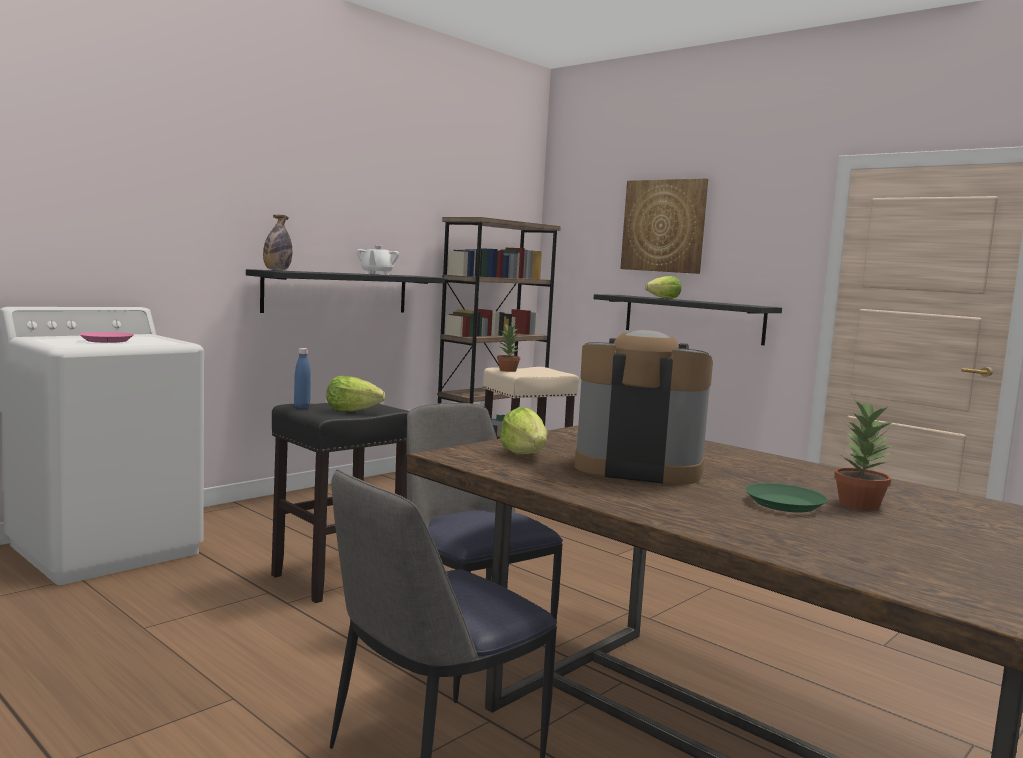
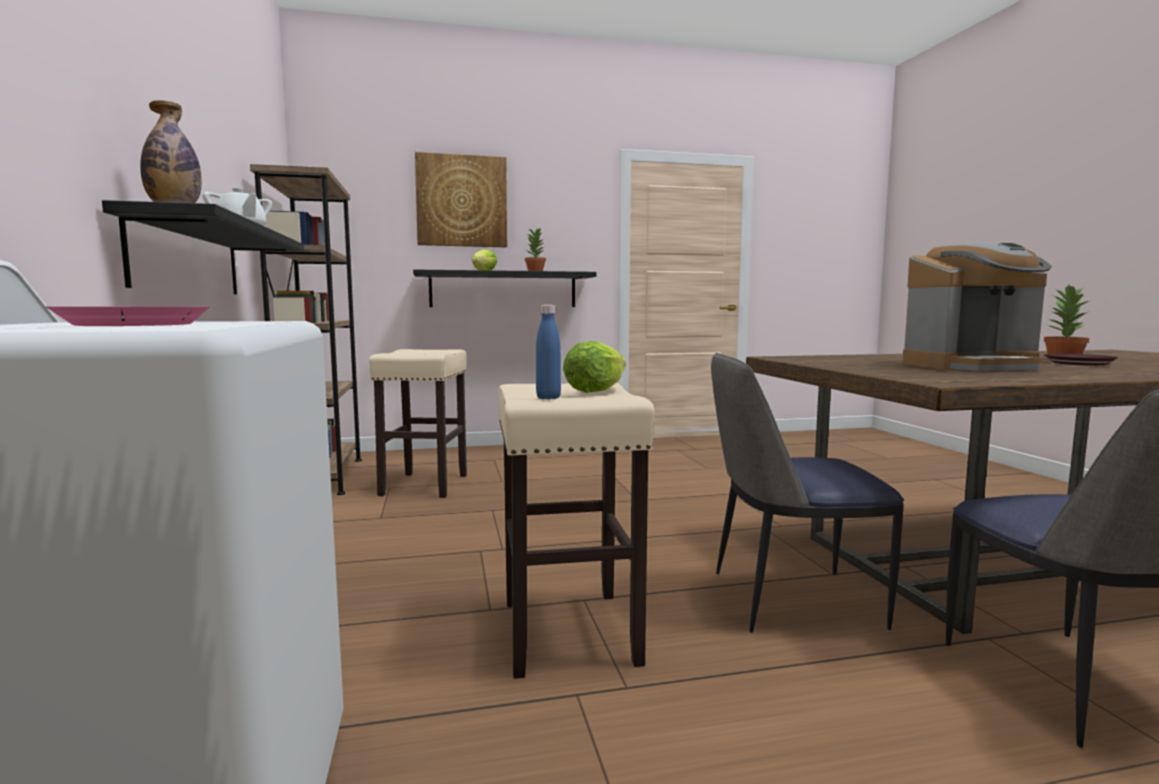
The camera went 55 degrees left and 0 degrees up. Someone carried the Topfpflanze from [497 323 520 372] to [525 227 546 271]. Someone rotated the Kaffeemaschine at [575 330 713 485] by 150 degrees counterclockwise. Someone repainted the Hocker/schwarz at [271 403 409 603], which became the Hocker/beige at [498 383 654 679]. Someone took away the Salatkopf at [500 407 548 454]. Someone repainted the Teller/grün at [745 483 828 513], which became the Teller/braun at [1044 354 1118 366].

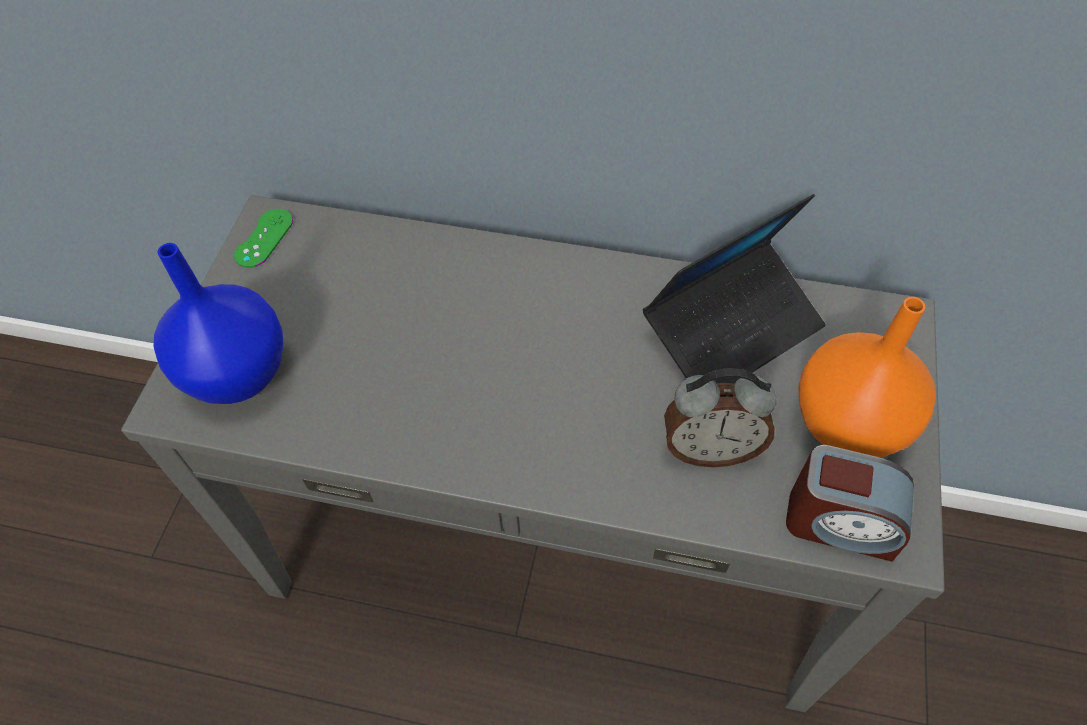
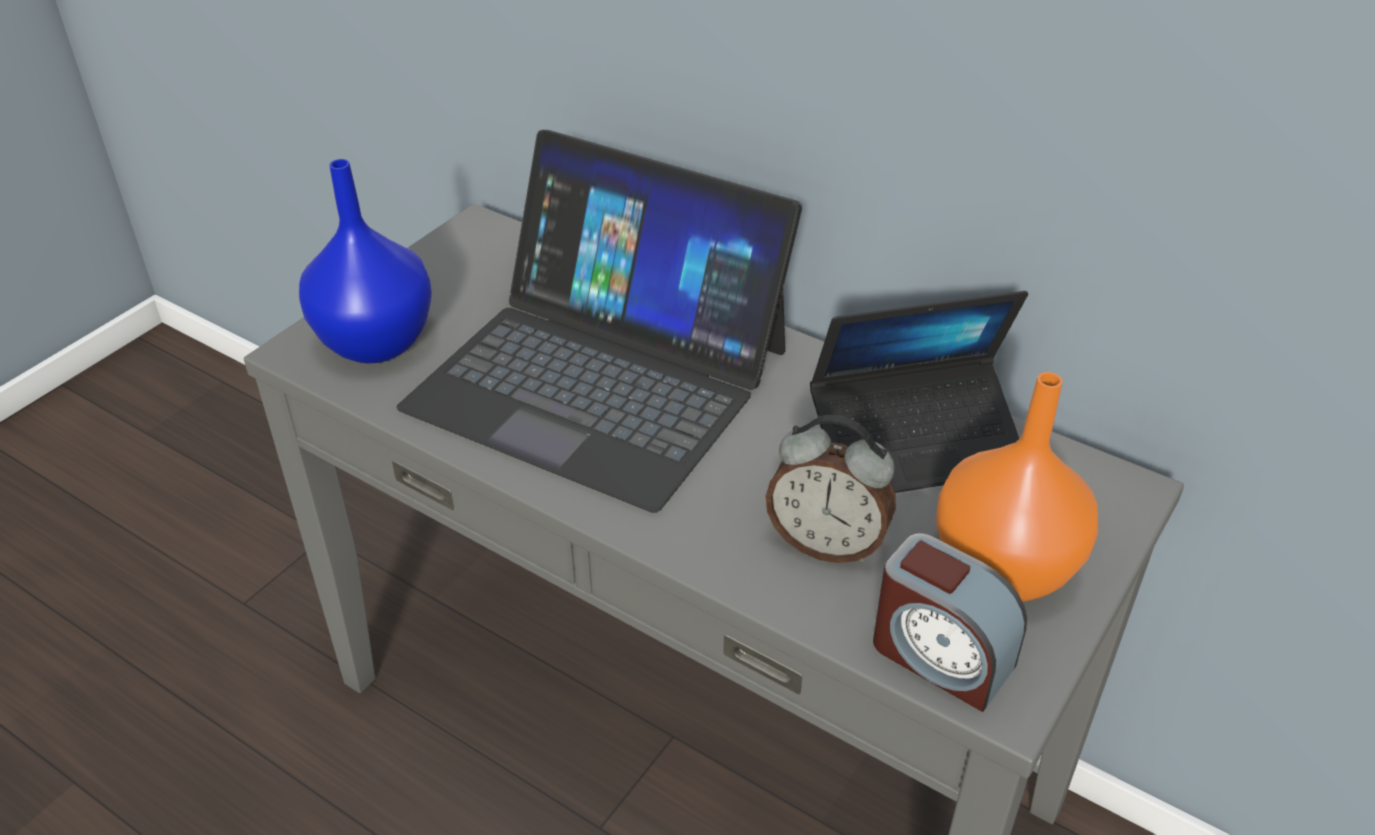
The camera went 20 degrees right and 15 degrees down. Someone took away the Gamepad/grün at [234 209 293 268]. Someone put down the Laptop at [396 130 802 513].

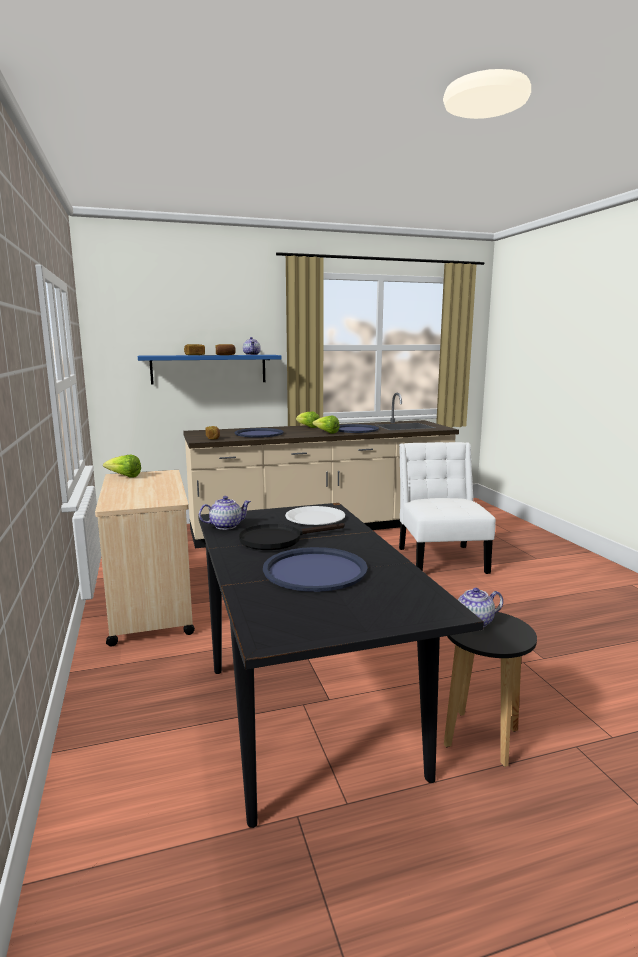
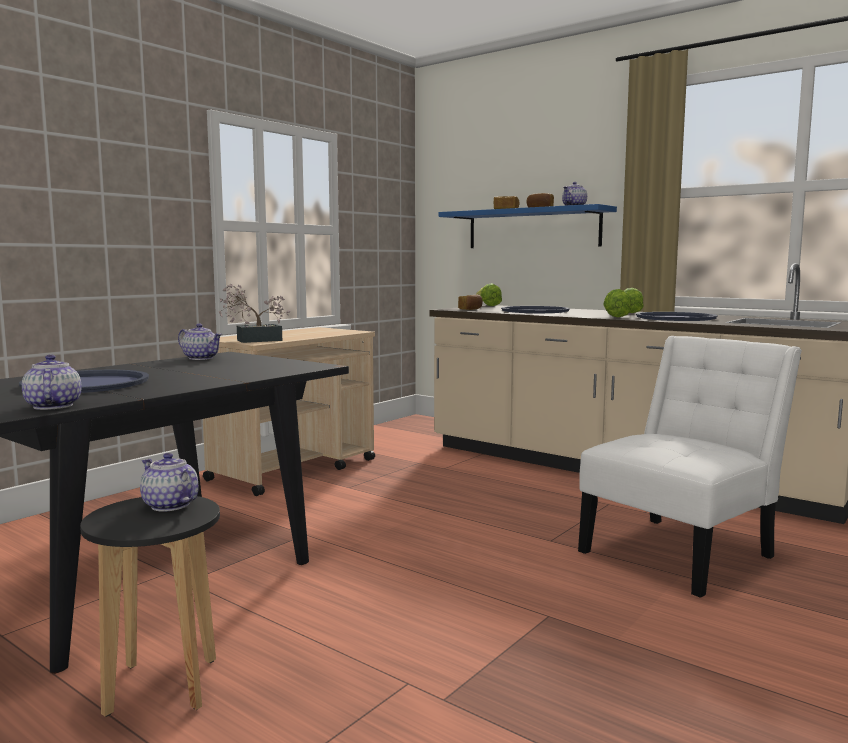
The camera went 55 degrees right and 5 degrees down. Someone carried the Salatkopf from [103 454 141 478] to [476 283 502 306]. Someone took away the Teller/weiß at [285 506 345 525]. Someone took away the Pfanne/schwarz at [239 523 345 550]. Someone put down the Topfpflanze at [219 284 290 343]. Someone put down the Teekanne at [22 355 82 410].

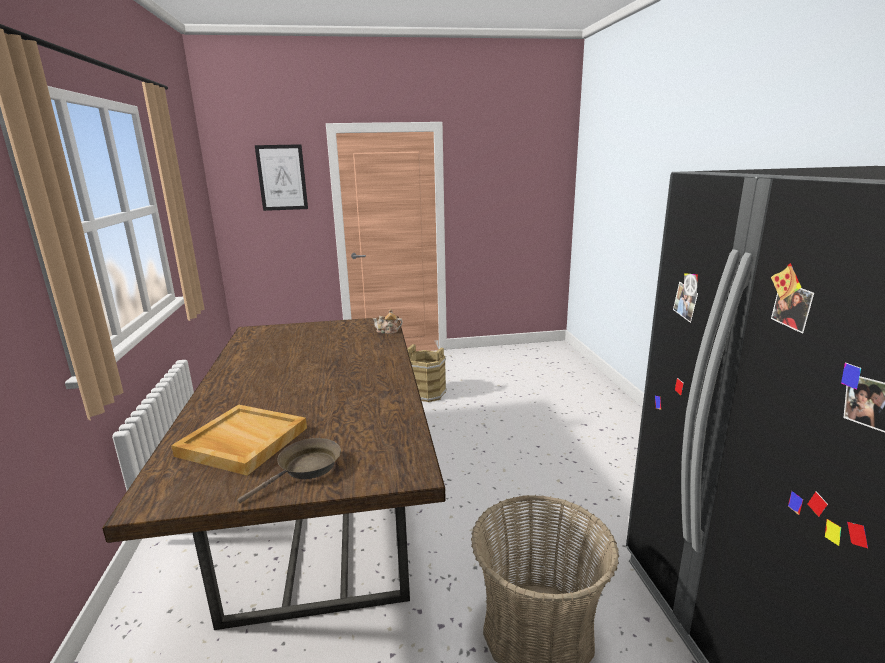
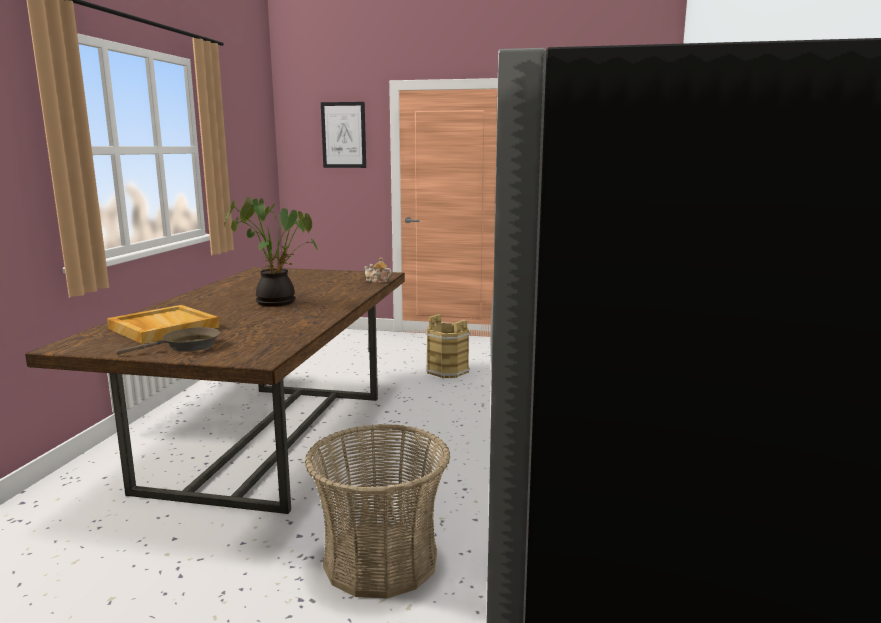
The camera went 20 degrees right and 5 degrees down. Someone put down the Topfpflanze at [224 197 318 307].

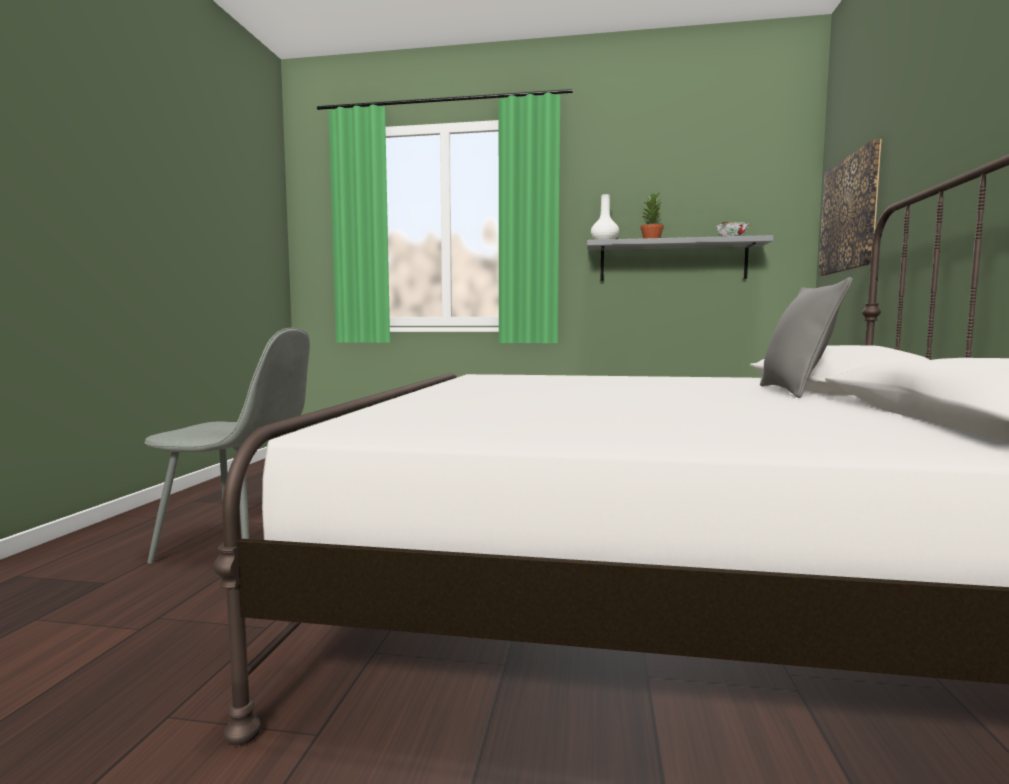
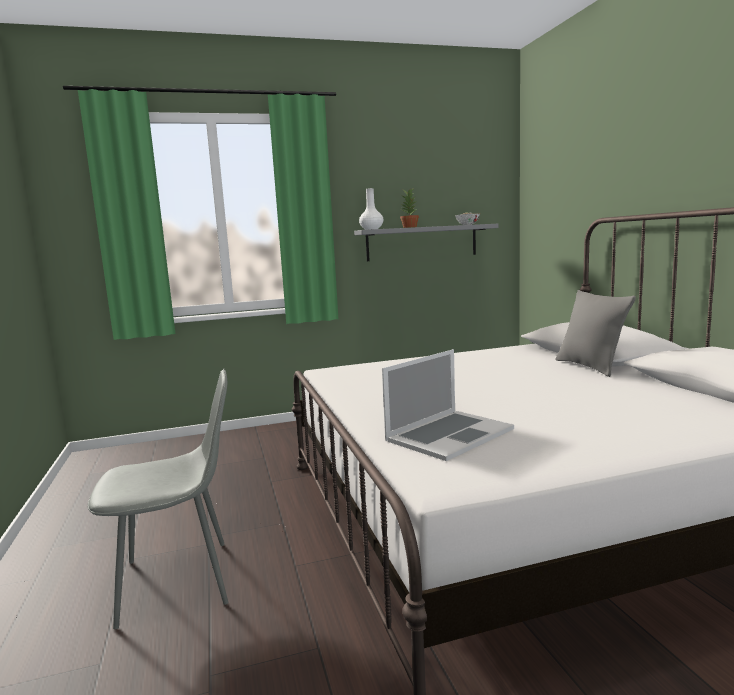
The camera went 25 degrees left and 5 degrees up. Someone took away the Bild at [818 139 882 276]. Someone put down the Laptop at [382 349 514 461].

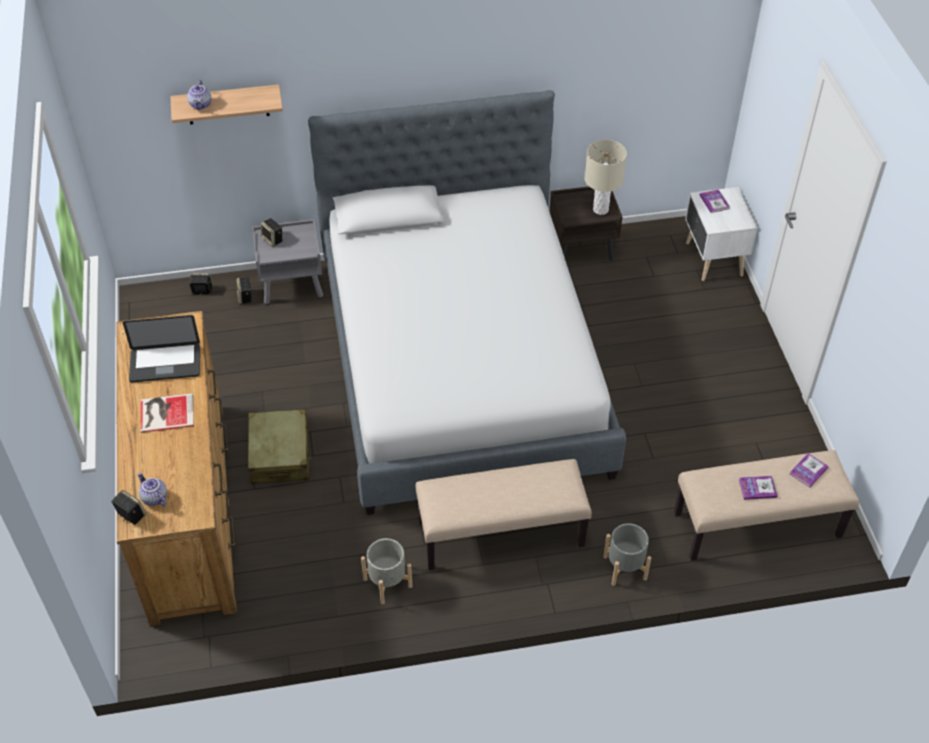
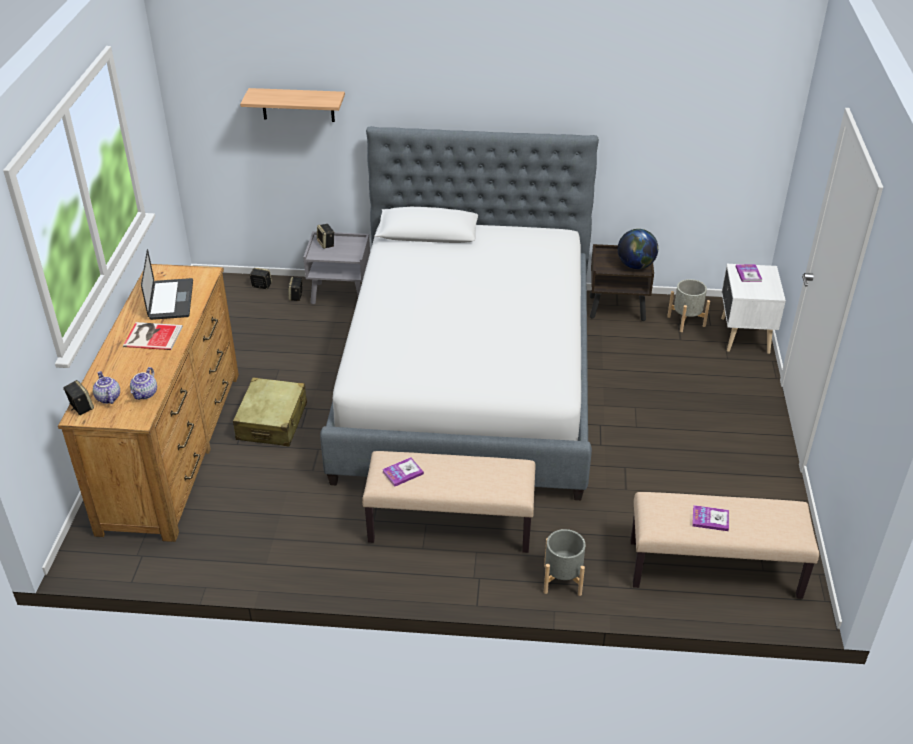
The camera went 15 degrees right and 10 degrees down. Someone carried the Teekanne from [187 80 211 110] to [130 367 157 400]. Someone swapped the Tischlampe/beige at [585 140 627 215] for the Globus at [618 229 658 269]. Someone rotated the Laptop at [123 315 200 382] by 105 degrees counterclockwise. Someone carried the Buch from [790 453 829 487] to [382 457 424 487]. Someone carried the Pflanzkübel/grau from [361 538 412 604] to [667 279 710 332].

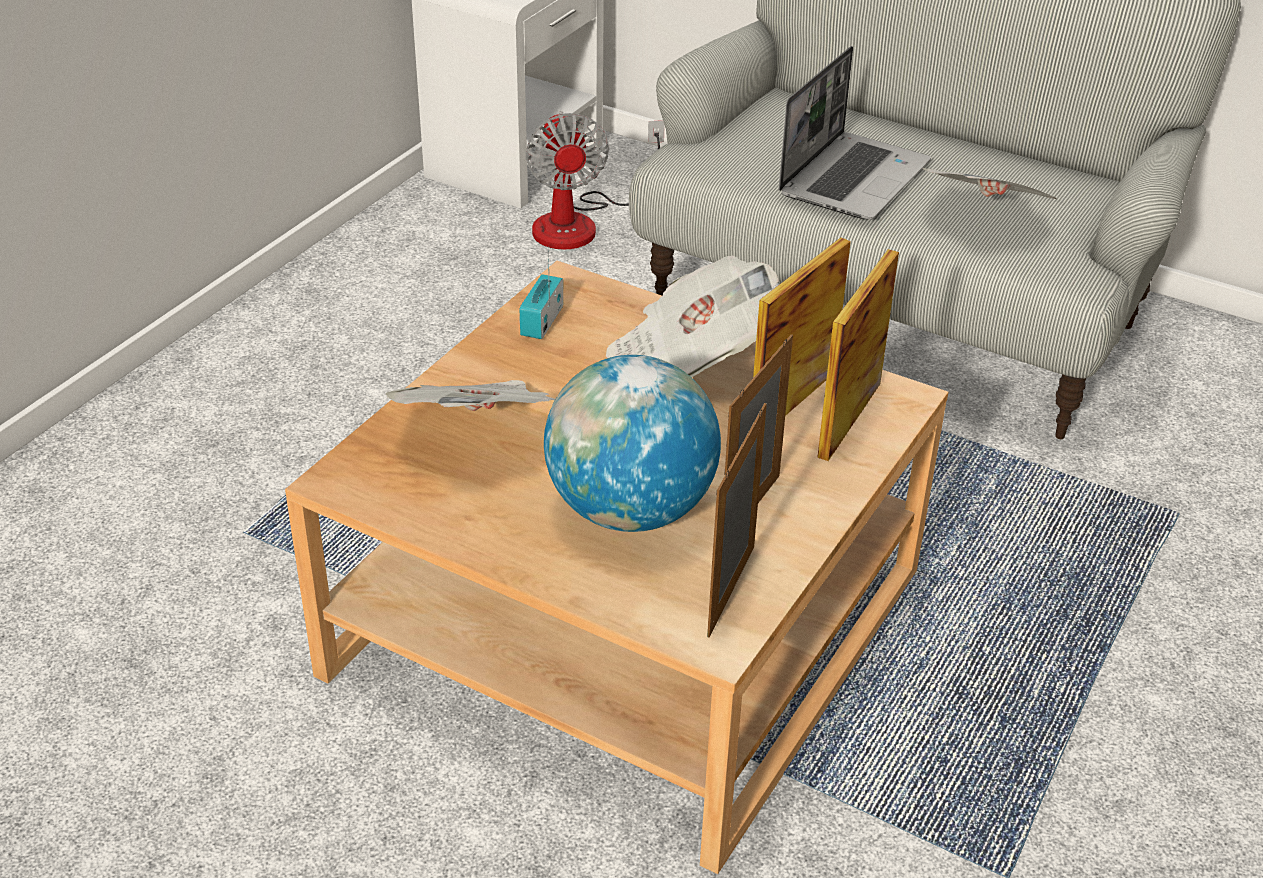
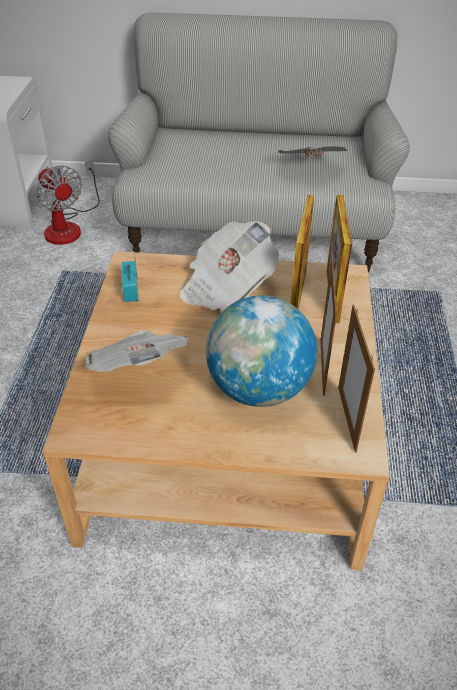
The camera went 25 degrees left and 5 degrees up. Someone took away the Laptop at [778 46 931 219].

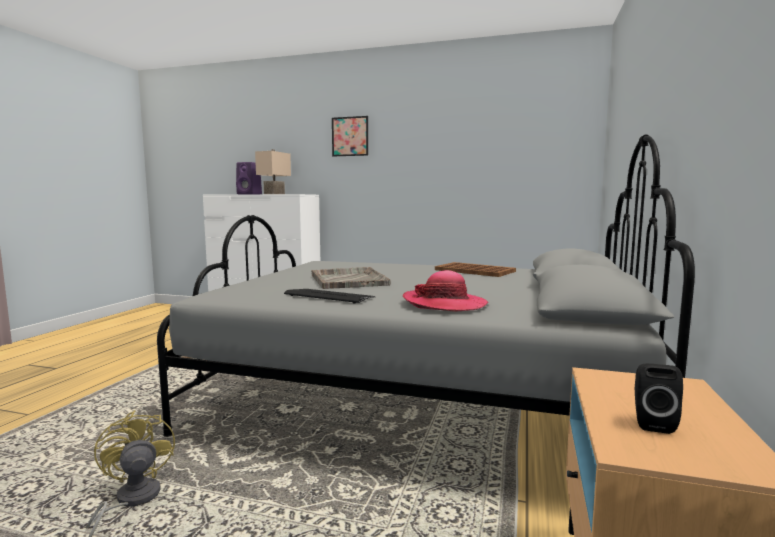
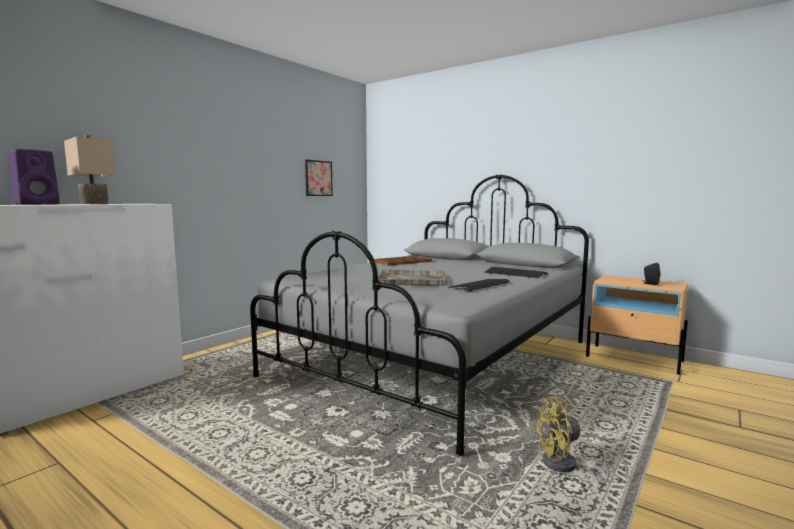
The camera went 70 degrees left and 0 degrees up. Someone carried the Bild from [332 116 368 156] to [305 159 333 196]. Someone swapped the Hut at [403 270 488 312] for the Tastatur at [484 267 547 278].

